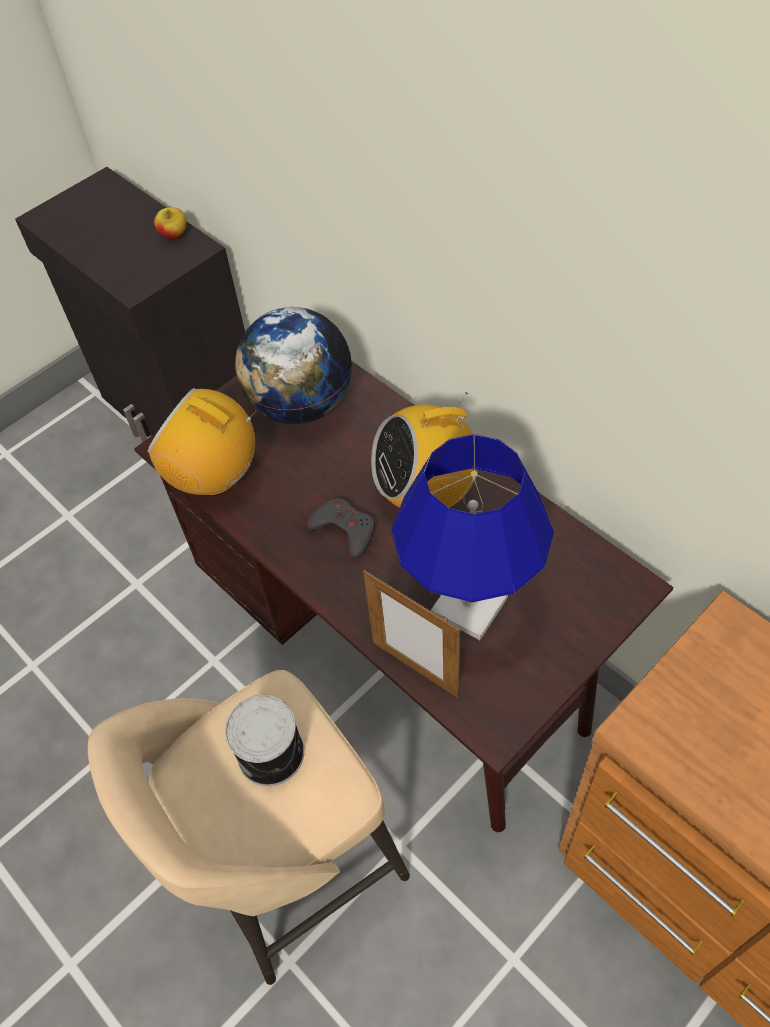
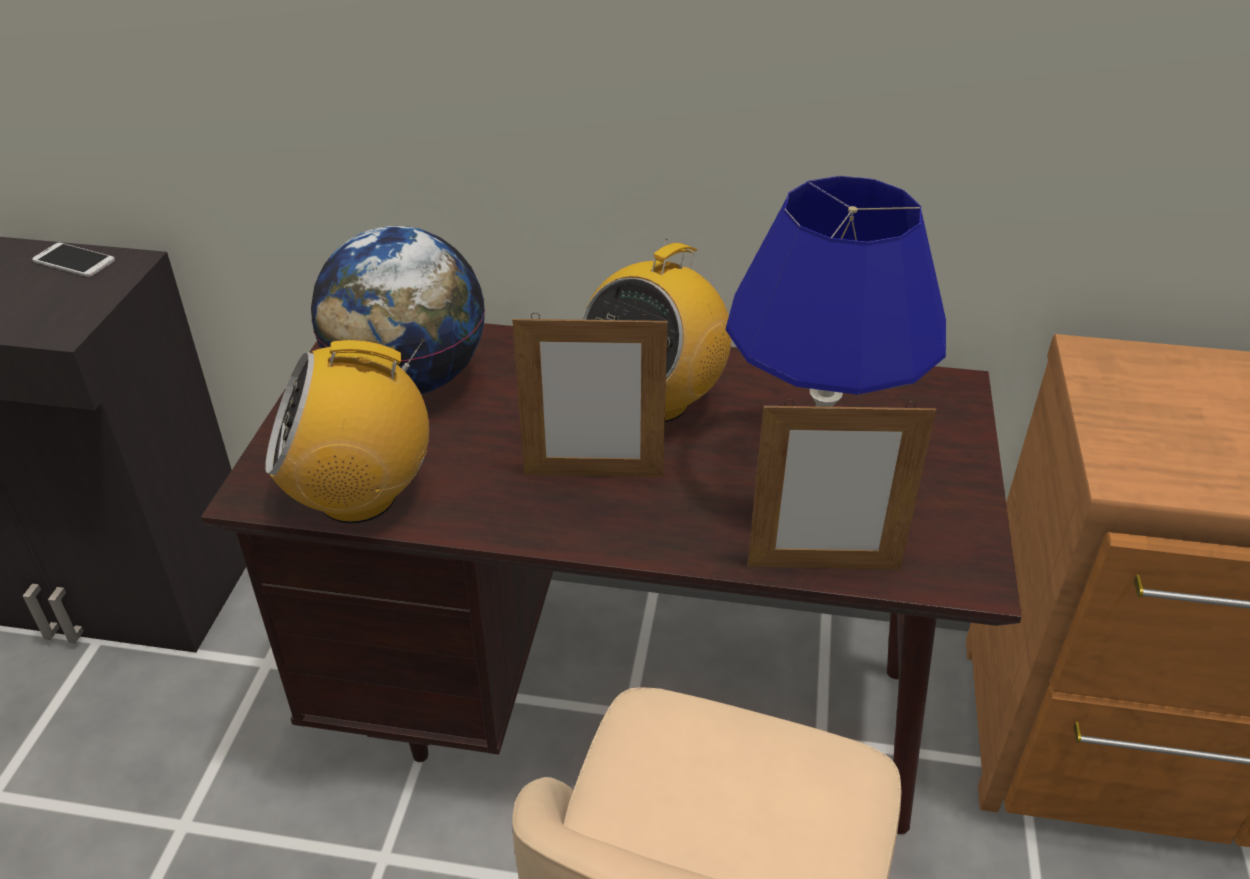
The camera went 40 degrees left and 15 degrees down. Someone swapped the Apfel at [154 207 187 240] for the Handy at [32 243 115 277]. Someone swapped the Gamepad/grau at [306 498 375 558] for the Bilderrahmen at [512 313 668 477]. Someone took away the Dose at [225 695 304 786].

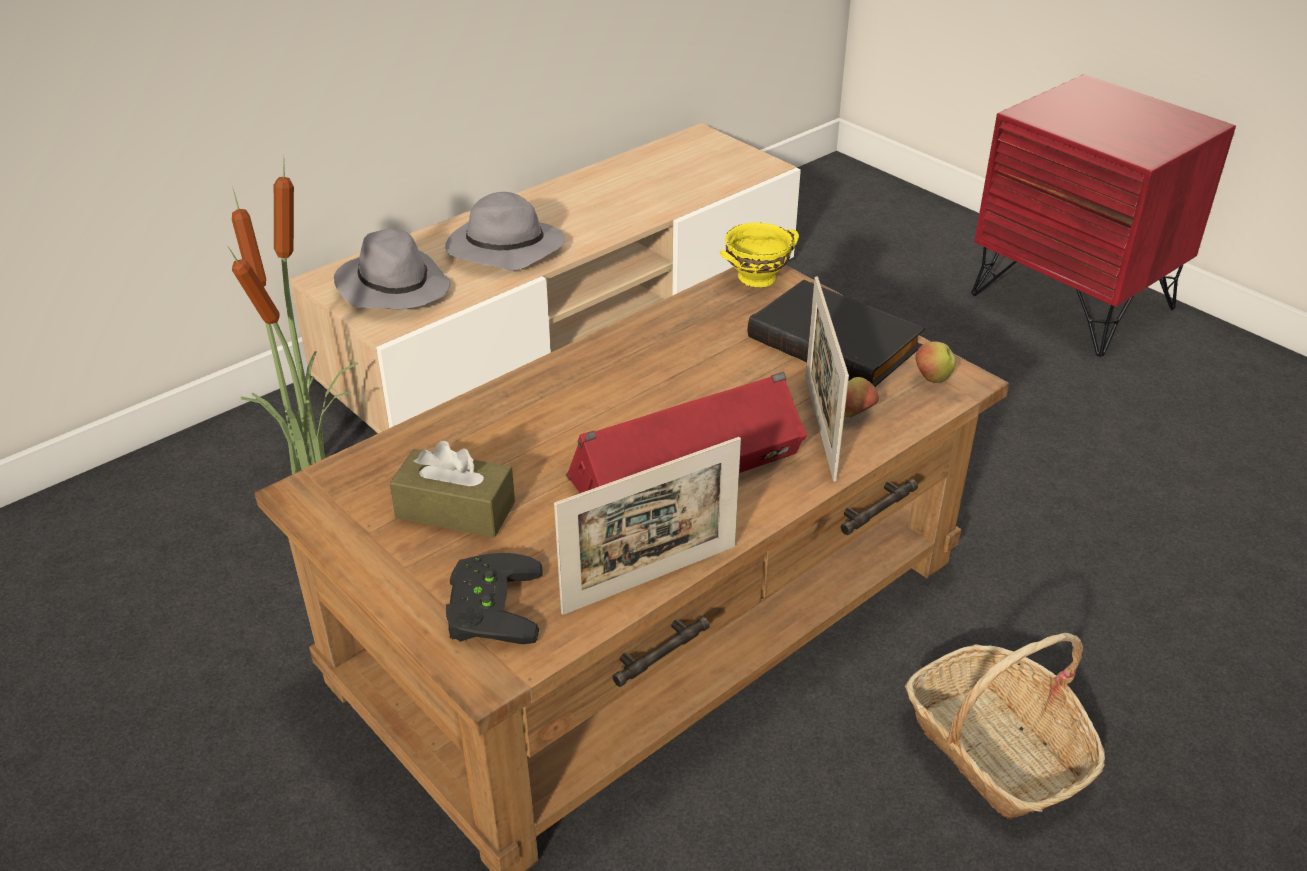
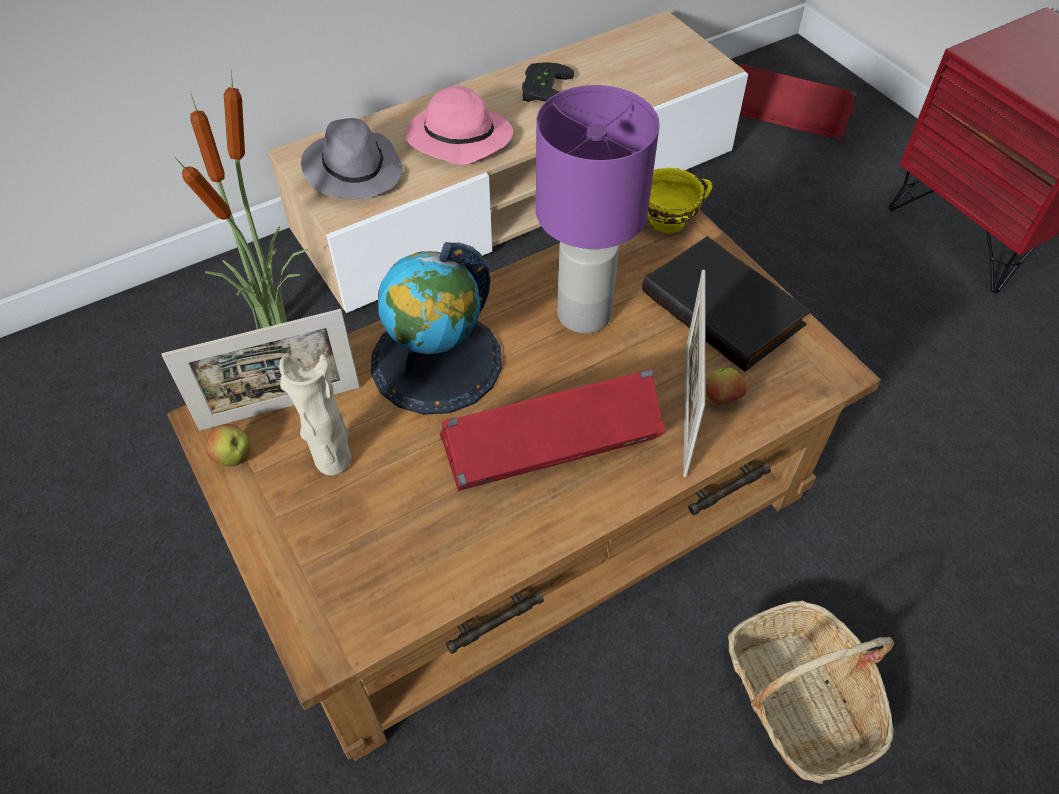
The camera went 10 degrees right and 15 degrees up. Someone repainted the Hut/grau at [445 192 565 271], which became the Hut/rosa at [405 86 513 165]. Someone carried the Apfel from [915 341 955 383] to [206 424 249 467]. Someone carried the Bilderrahmen from [554 437 741 615] to [162 309 360 430]. Someone swapped the Taschentuchbox/braun at [390 441 515 538] for the Vase/beige at [279 354 351 476]. Someone carried the Gamepad/schwarz from [446 553 543 644] to [522 62 574 102]. Someone put down the Lautsprecher/rot at [740 64 858 141]. Someone put down the Tischlampe/lila at [536 85 660 333]. Someone put down the Globus at [371 242 502 415].

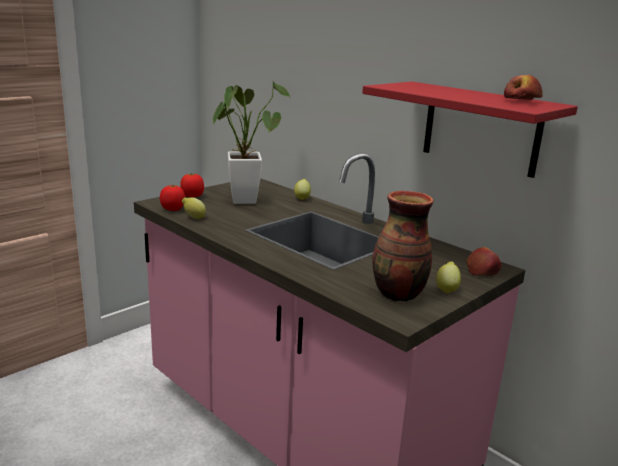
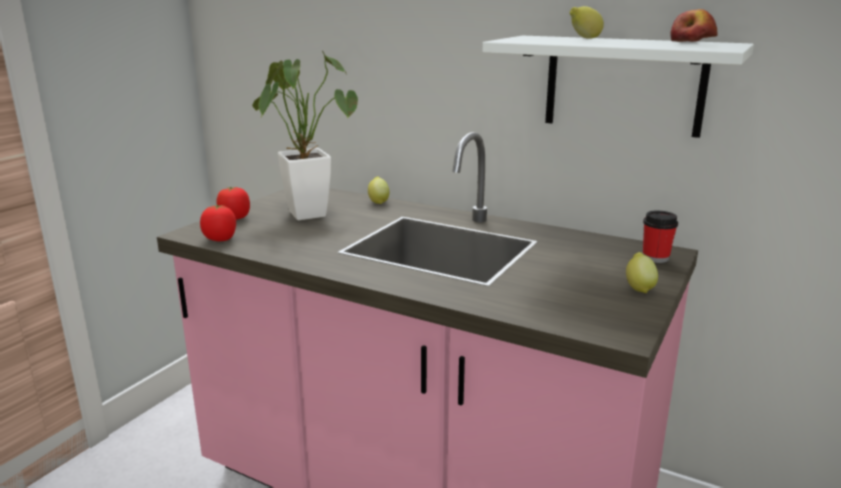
The camera went 15 degrees left and 0 degrees up. Someone repainted the Wandregal/rot at [362 82 578 178], which became the Wandregal/weiß at [482 36 754 138]. Someone took away the Vase at [372 191 434 301]. Someone carried the Zitrone from [182 197 206 219] to [570 6 604 39]. Someone swapped the Apfel at [466 247 501 276] for the Tasse at [643 211 678 263].

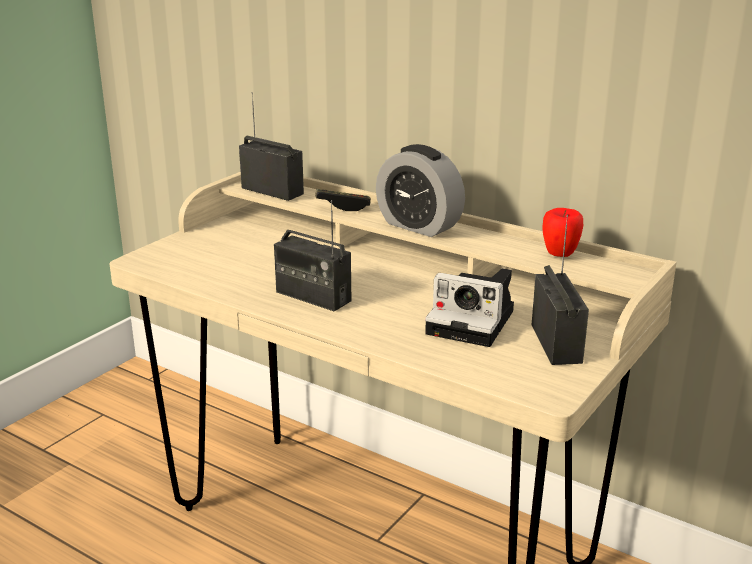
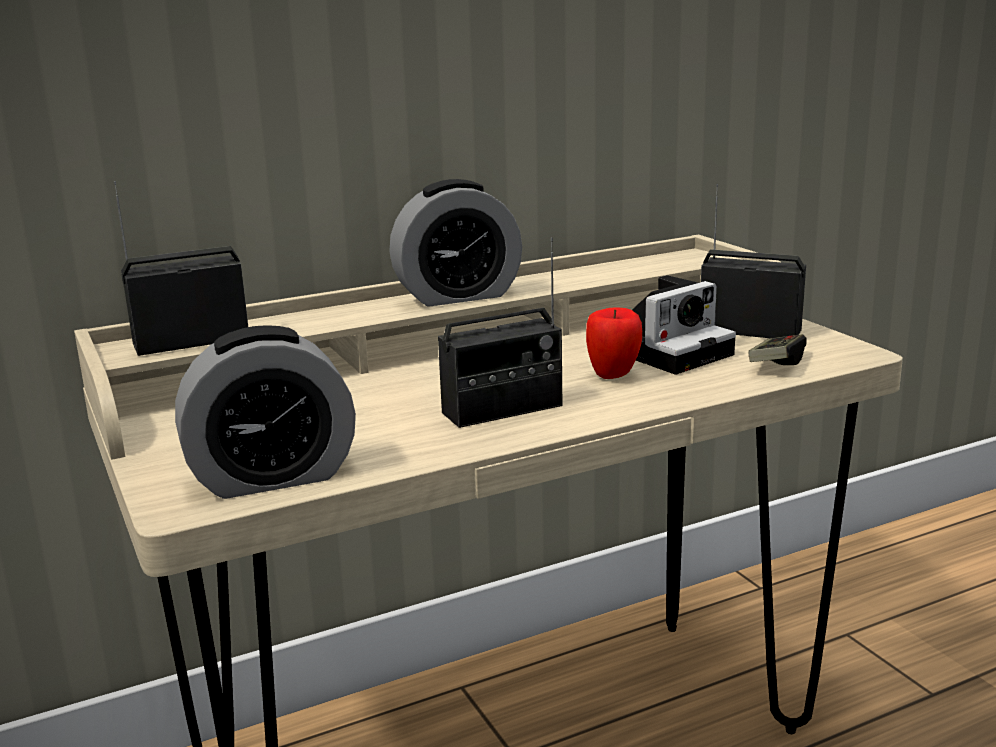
The camera went 60 degrees left and 5 degrees down. Someone carried the Gamepad from [315 189 371 211] to [748 334 807 365]. Someone carried the Apfel from [542 208 583 257] to [586 307 642 379]. Someone put down the Wecker at [175 325 356 499].

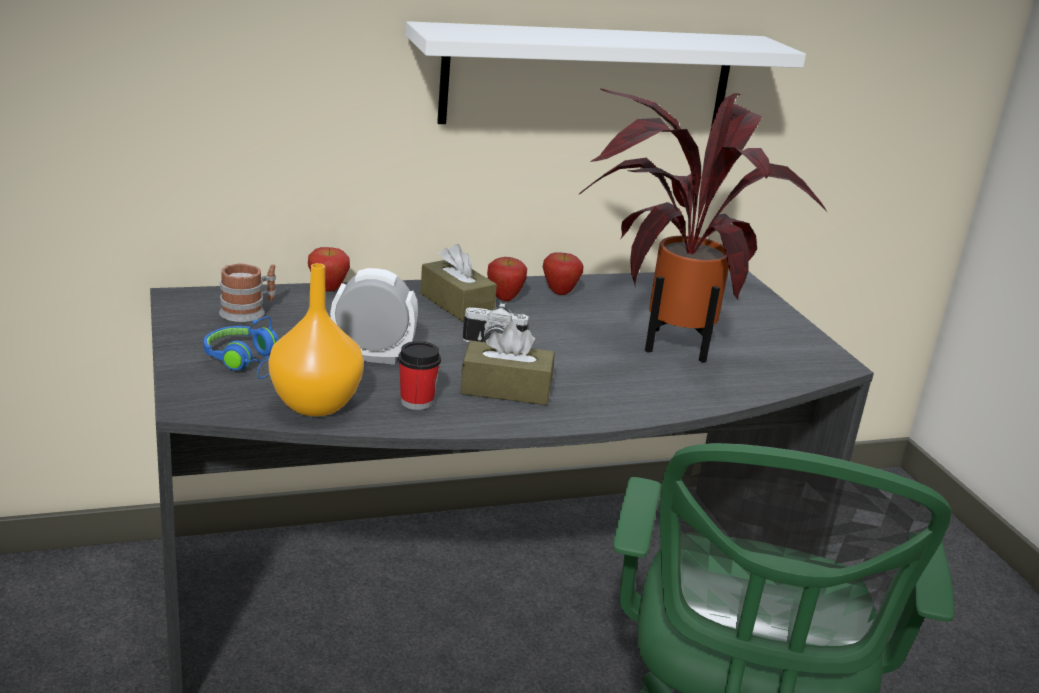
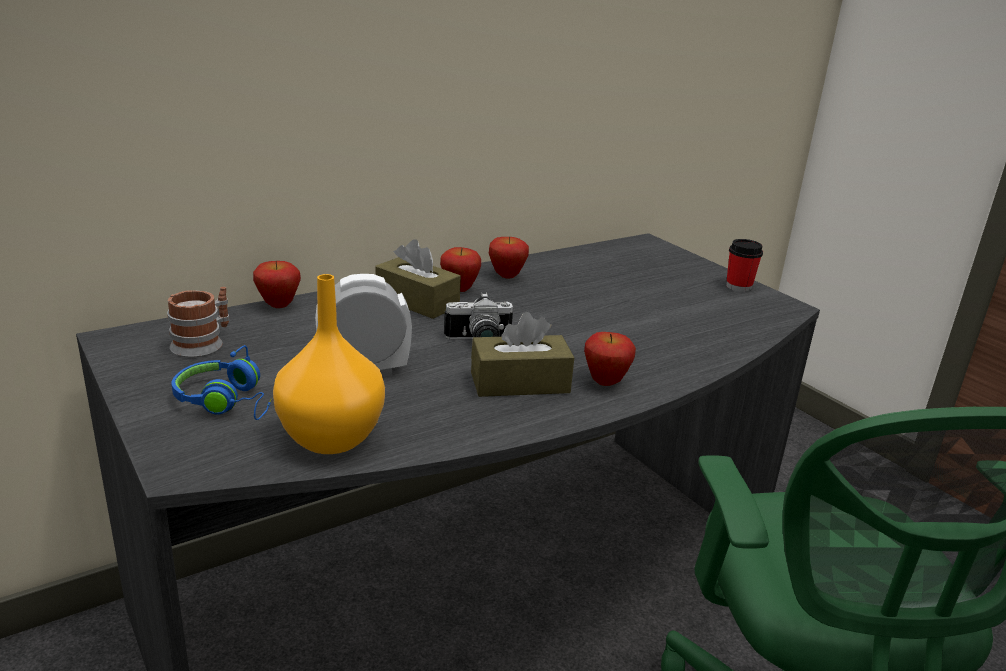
The camera went 15 degrees left and 0 degrees up. Someone took away the Wandregal/weiß at [406 21 806 127]. Someone took away the Topfpflanze at [578 88 827 363]. Someone carried the Tasse from [398 341 441 410] to [726 239 763 292]. Someone put down the Apfel at [584 332 636 386].

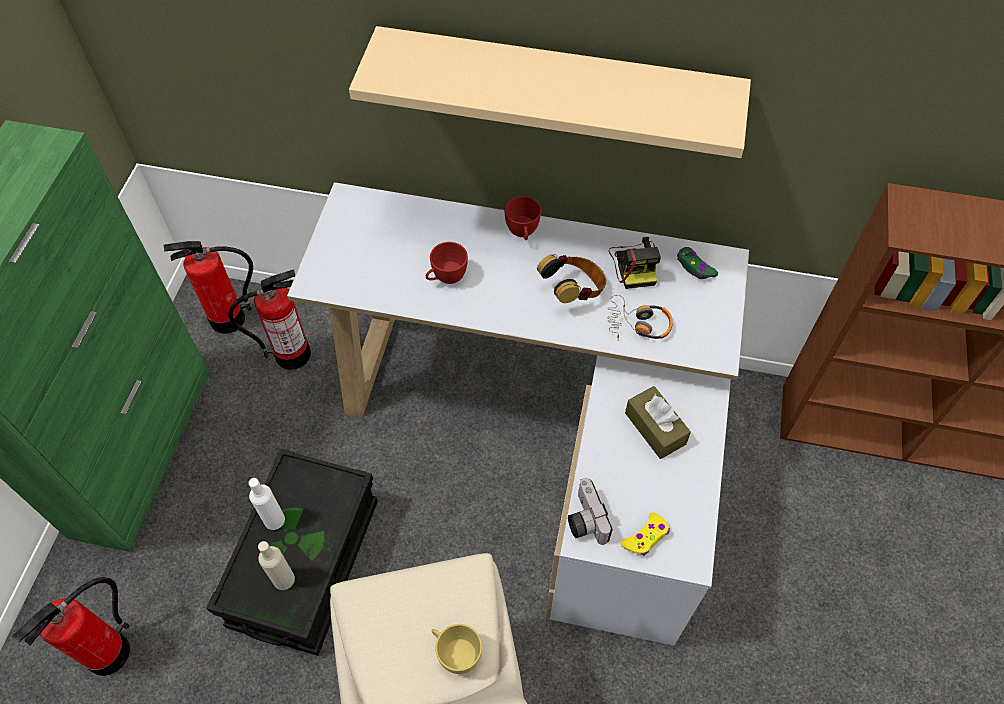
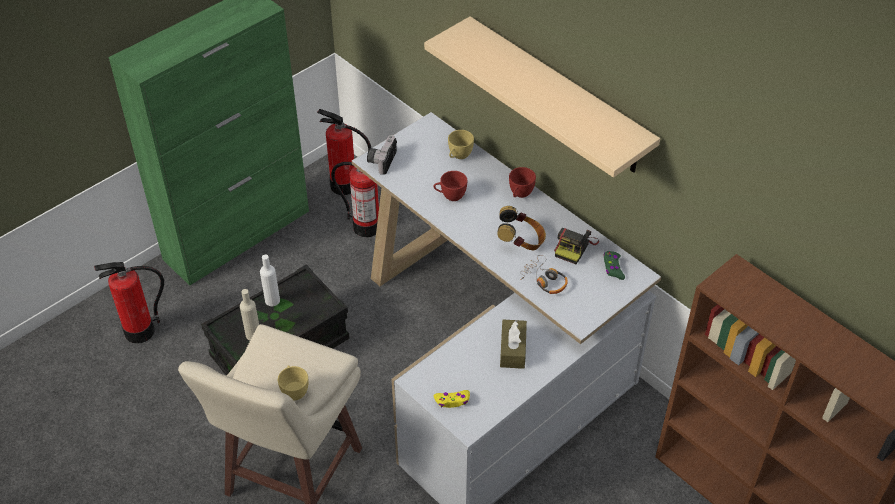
The camera went 35 degrees right and 10 degrees down. Someone carried the Kamera from [568 478 612 545] to [367 135 397 175]. Someone put down the Tasse/gelb at [448 130 474 159].

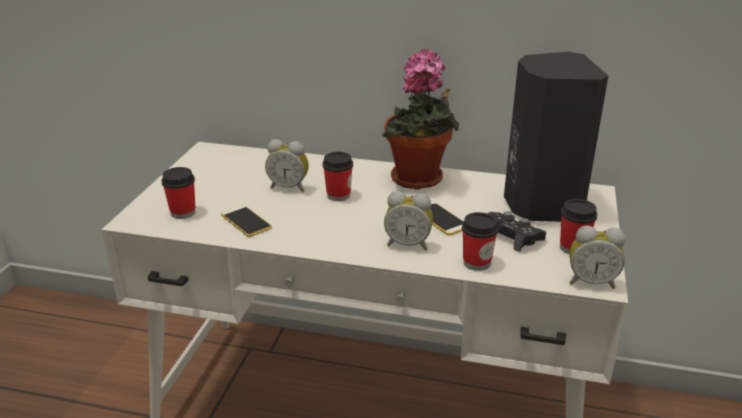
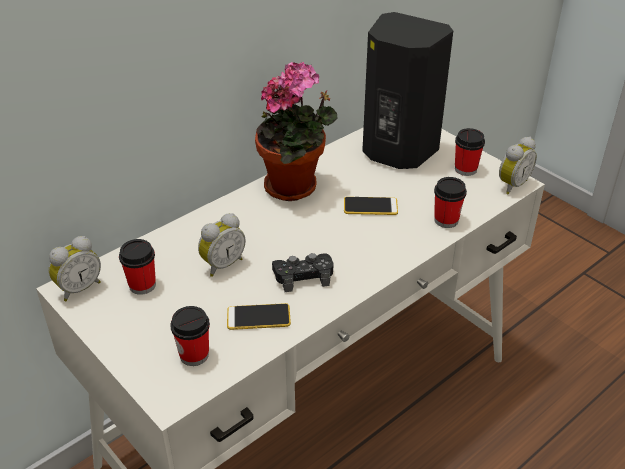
The camera went 55 degrees left and 10 degrees up. Someone carried the Tasse from [322 152 353 201] to [119 239 156 295]. Someone carried the Wecker from [384 191 433 250] to [49 236 101 302]. Someone carried the Gamepad/schwarz from [488 211 546 252] to [272 253 333 292].

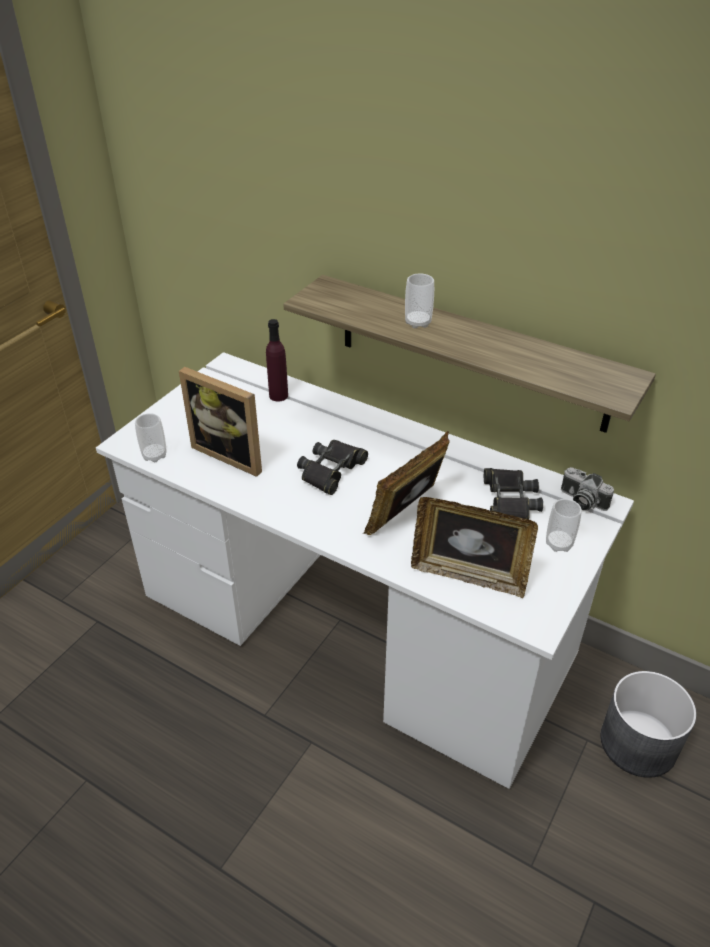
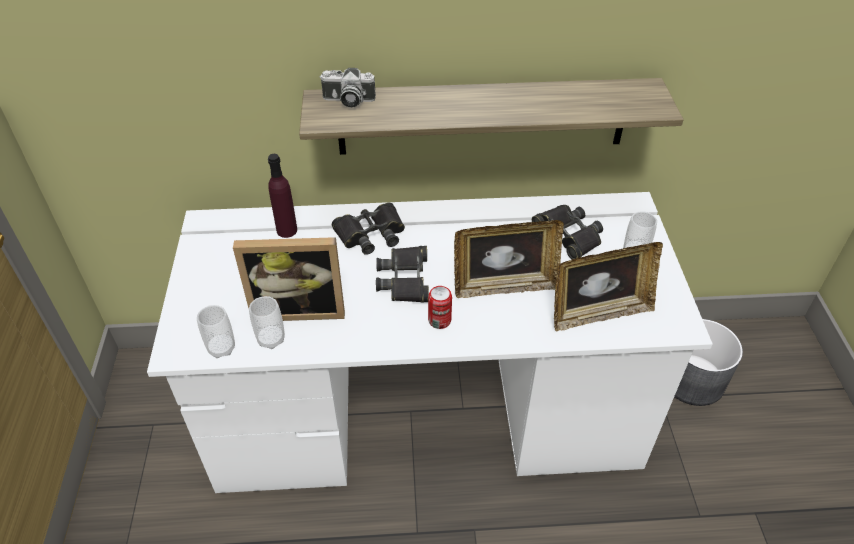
The camera went 35 degrees left and 5 degrees up. Someone carried the Tasse from [405 273 434 328] to [249 296 285 349]. Someone rotated the Bilderrahmen at [362 431 450 535] by 105 degrees counterclockwise. Someone carried the Kamera from [561 467 614 511] to [320 68 376 108]. Someone put down the Fernglas/schwarz at [332 203 405 255]. Someone put down the Dose at [428 286 452 329].

